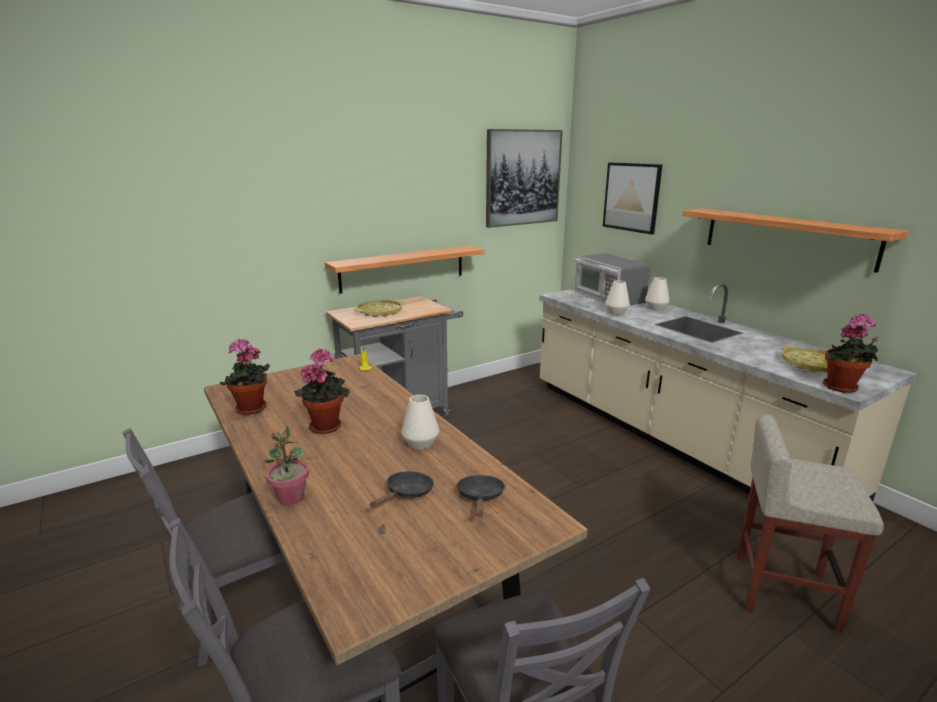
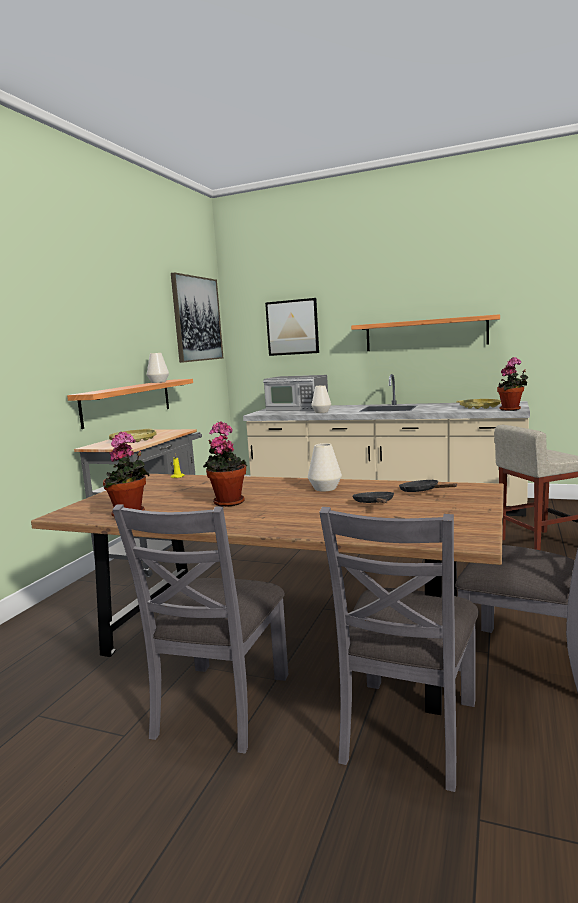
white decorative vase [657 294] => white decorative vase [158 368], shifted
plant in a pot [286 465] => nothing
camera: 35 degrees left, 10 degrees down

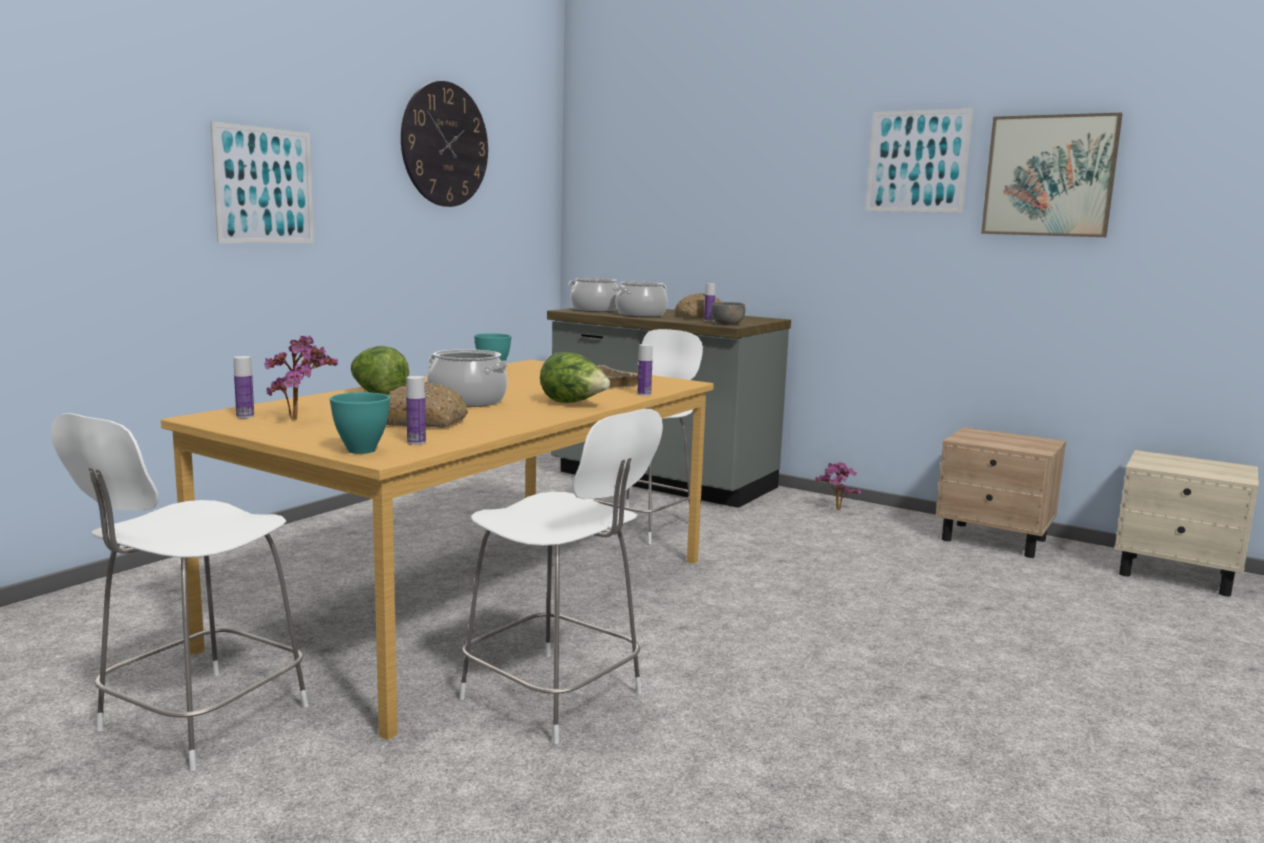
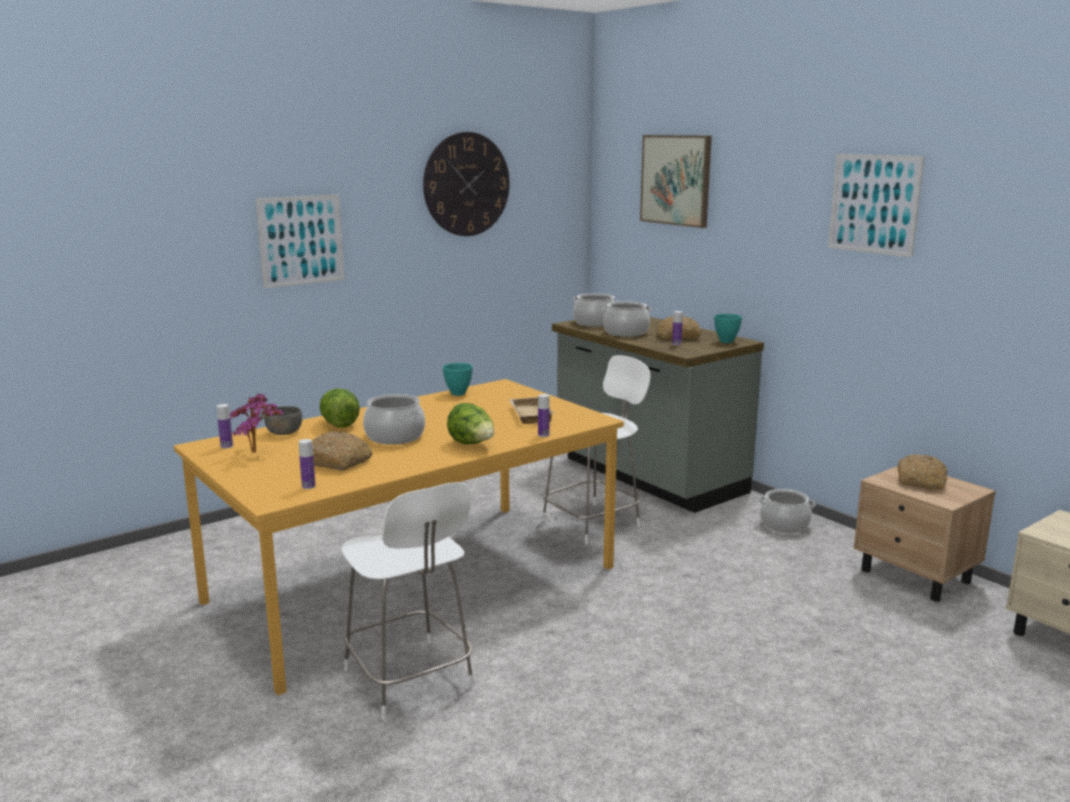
picture [1052 175] => picture [676 181], shifted
grey bowl [728 313] => grey bowl [283 420], shifted
blue-green bowl [360 423] => blue-green bowl [728 328], shifted
white chair [179 592] => nothing
plant in a pot [838 486] => stockpot [787 511]
nothing => baked bread [922 472]
camera: 20 degrees right, 5 degrees up

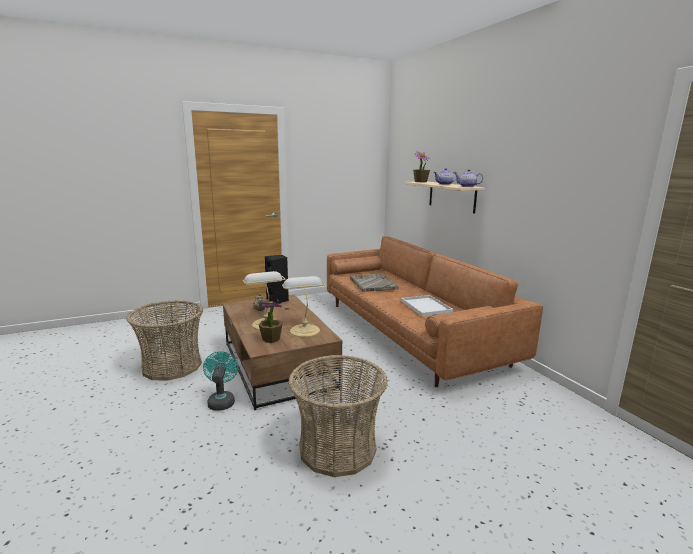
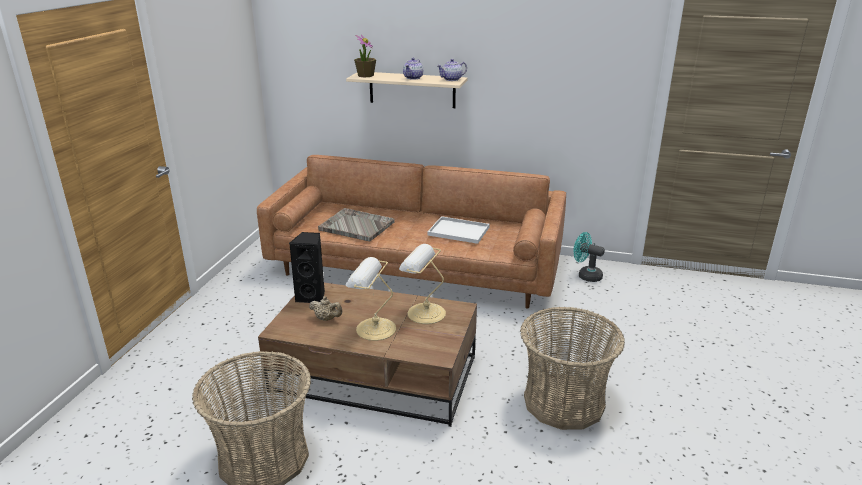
plant in a pot [271 322] => nothing
blue-green fan [220 381] => blue-green fan [589 257], shifted
camera: 50 degrees left, 10 degrees up

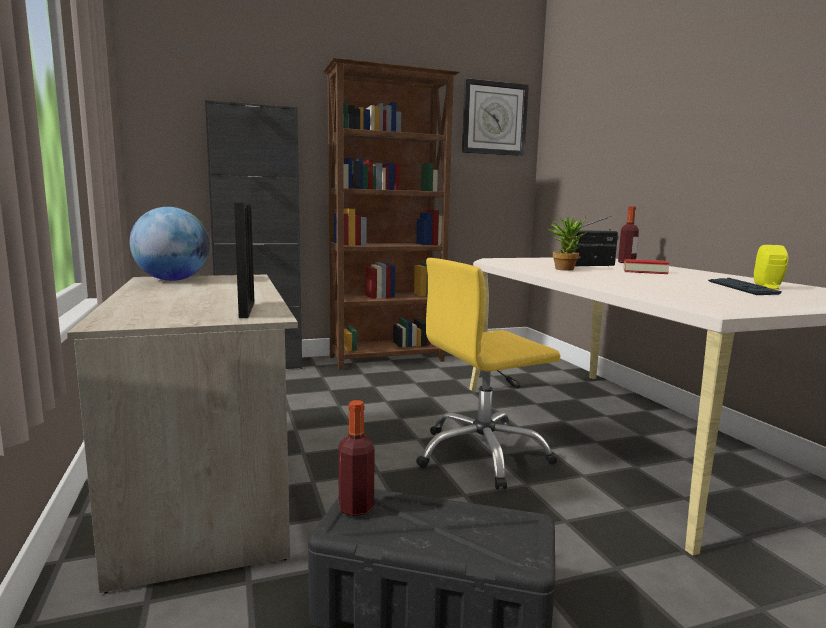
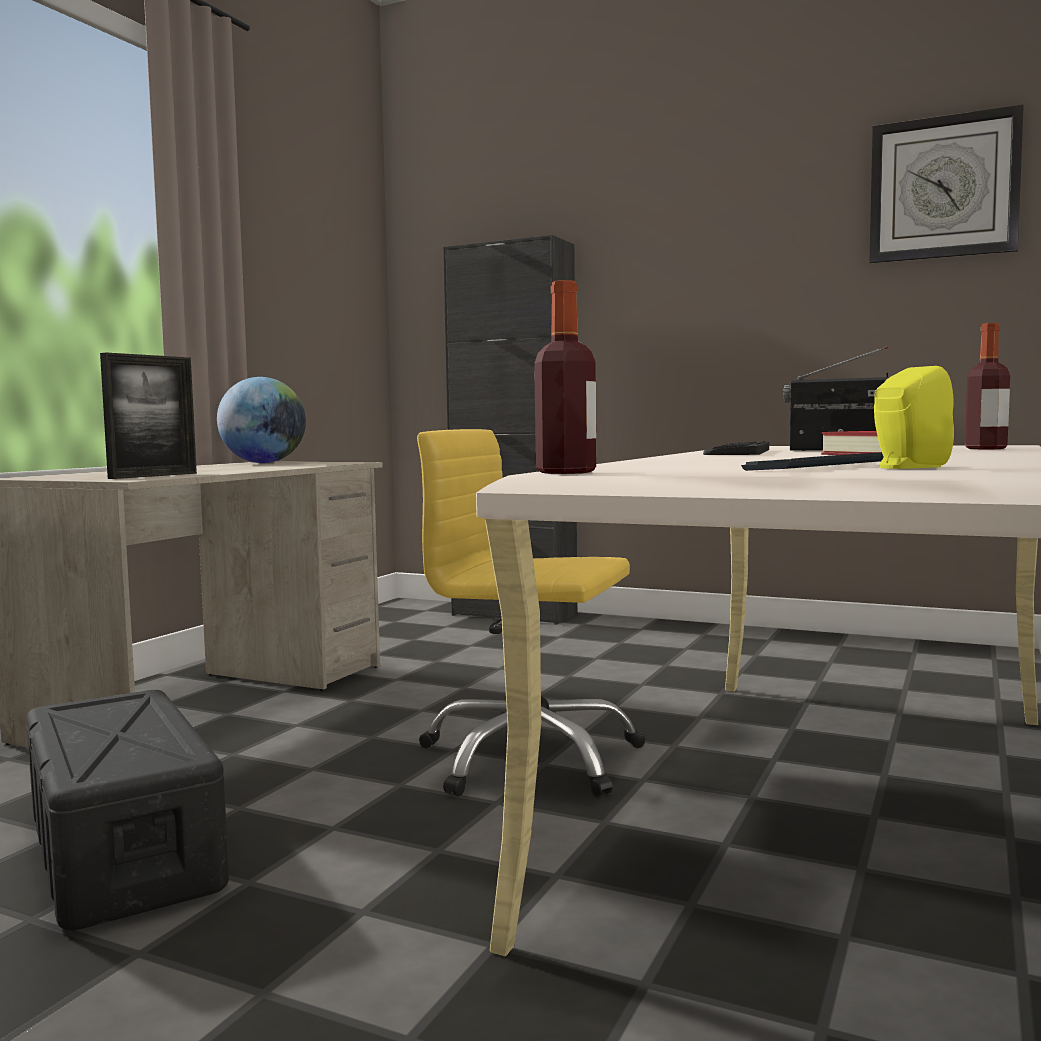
brownish bookcase [391 214] => nothing
plant in a pot [567 243] => computer keyboard [736 448]
beverage bottle [356 458] => beverage bottle [565 377], shifted
camera: 45 degrees right, 5 degrees down

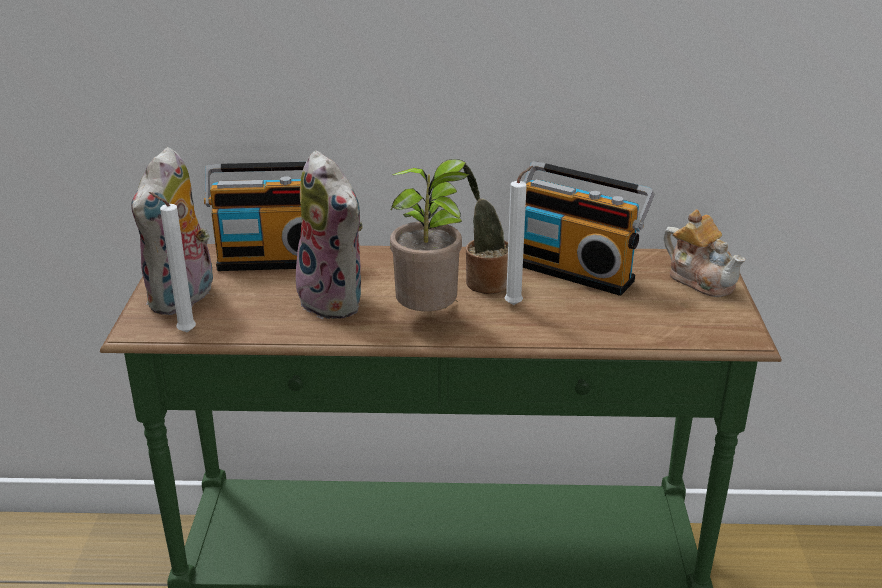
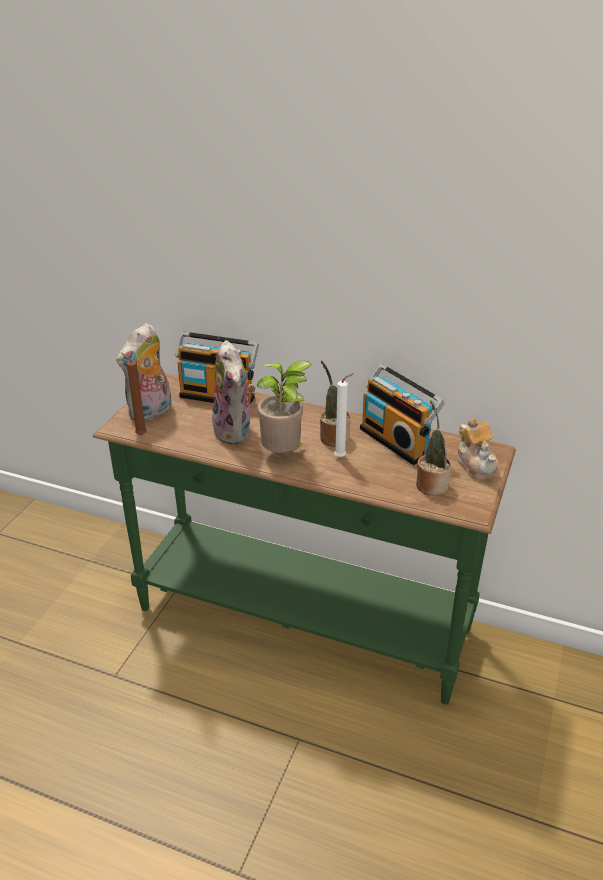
white candle [172 262] => brownish candle [134 394]
nothing => plant in a pot [433 448]
camera: 20 degrees right, 5 degrees up

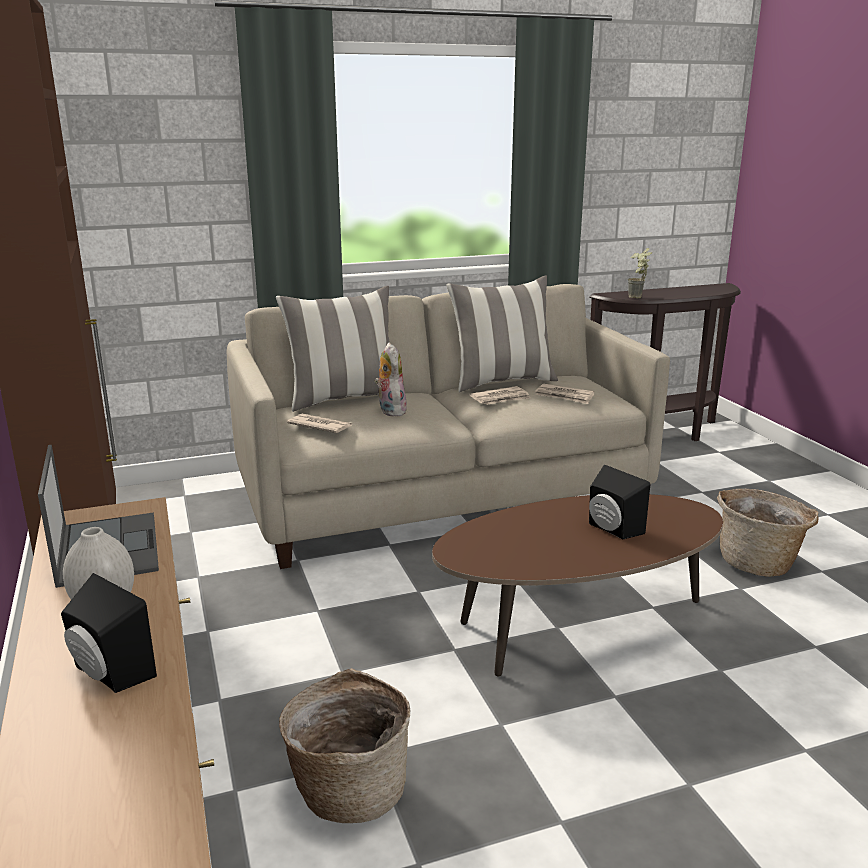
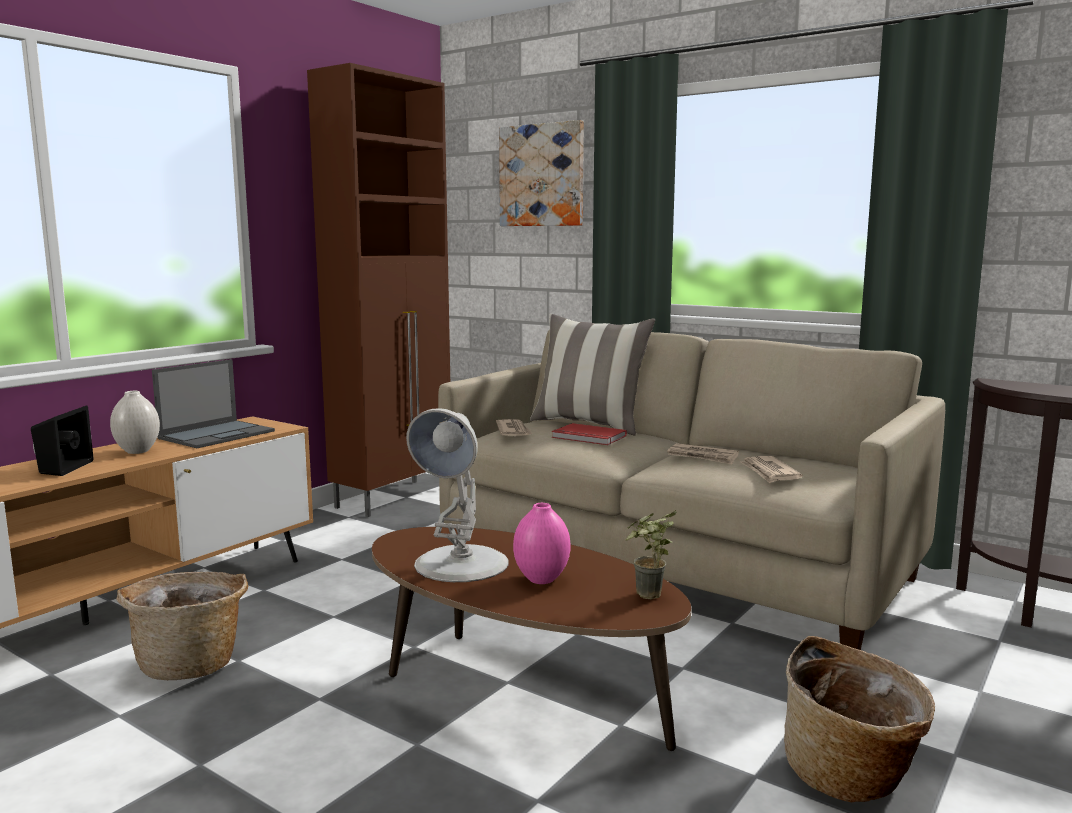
plant in a pot [640 273] => plant in a pot [651 555], shifted
cushion [502 334] => nothing
cuddly toy [390 379] => reddish book [589 434]
black speaker [619 502] => pink-coloured decorative vase [541 543]
nothing => picture [541 173]
nothing => white lamp for a table [457 495]
camera: 55 degrees right, 10 degrees down

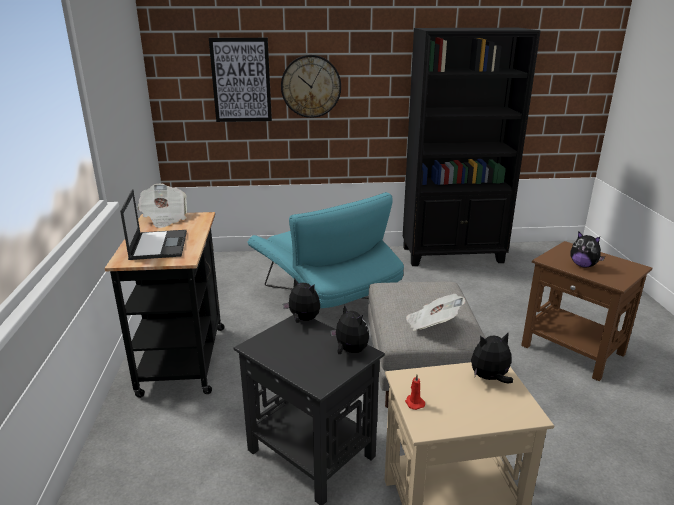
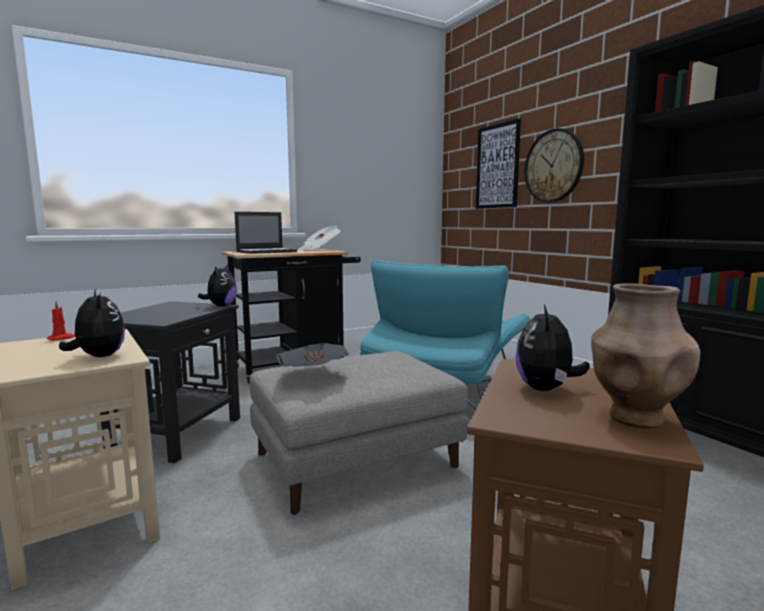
cuddly toy [349 329] => nothing
nothing => brownish decorative vase [645 356]
camera: 65 degrees right, 15 degrees down

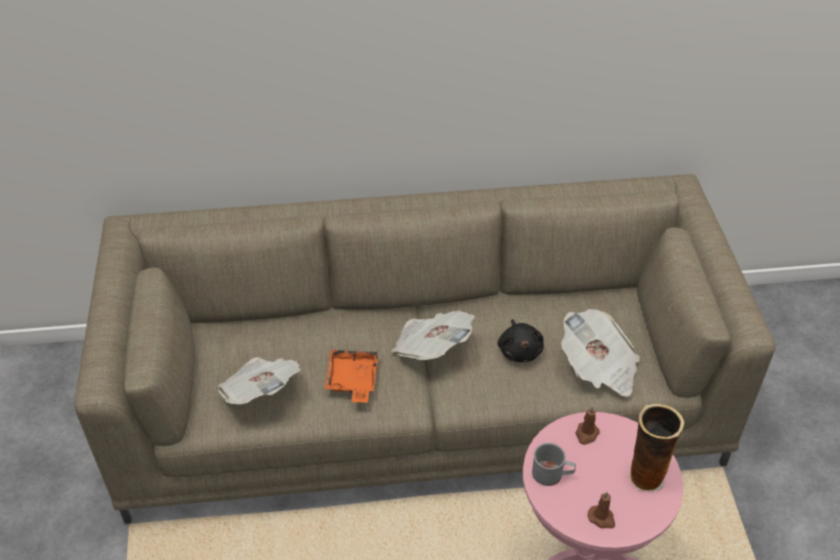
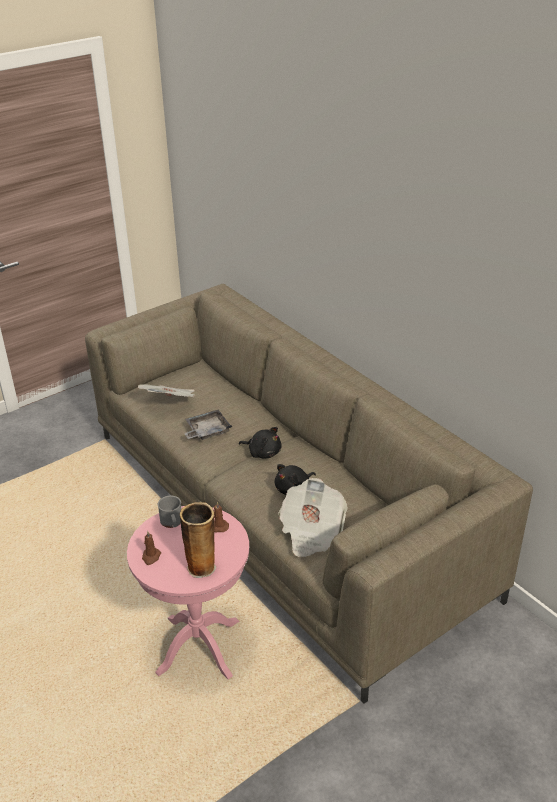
printed paper [433 335] => black cuddly toy [260 443]
orange carrying tray [351 376] => grey carrying tray [208 425]
camera: 60 degrees right, 10 degrees down

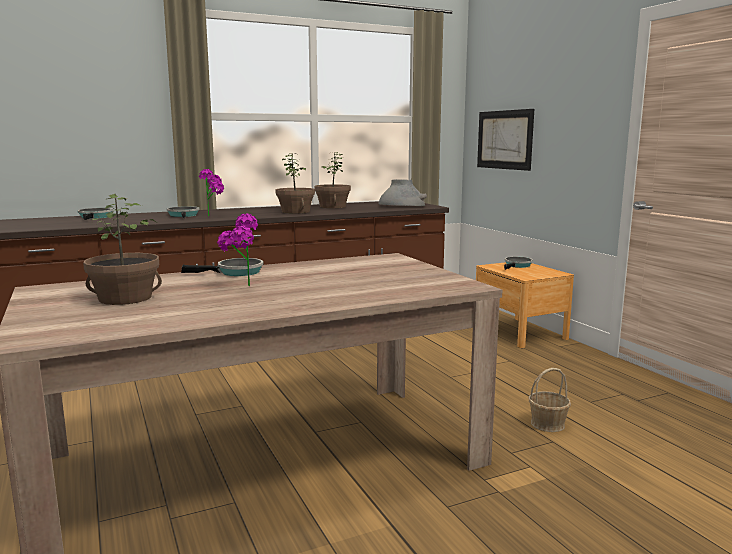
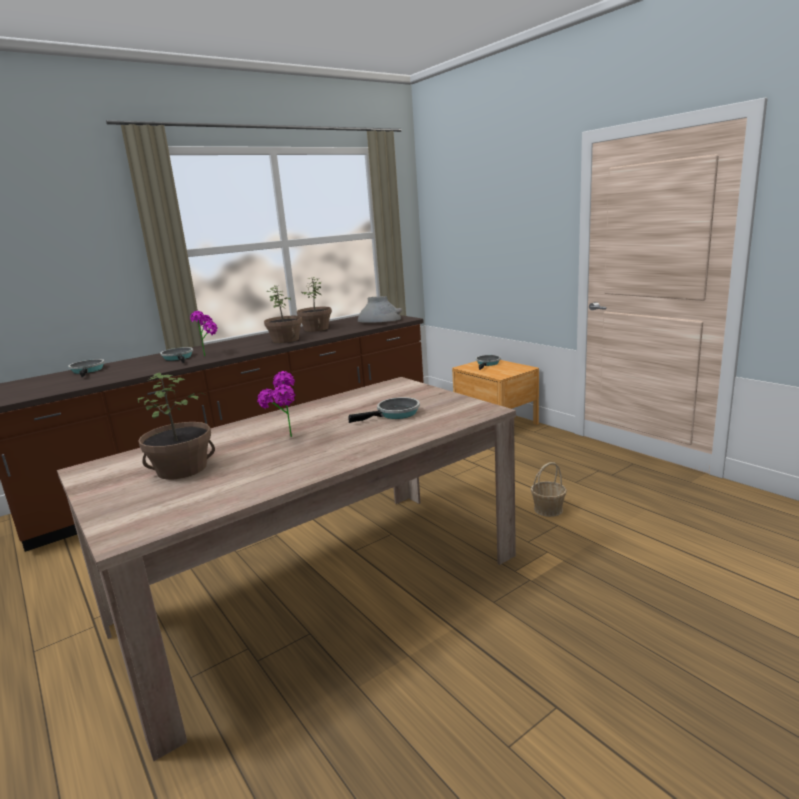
picture [505 140] => nothing
frying pan [222 267] => frying pan [384 410], shifted
camera: 10 degrees left, 5 degrees up

